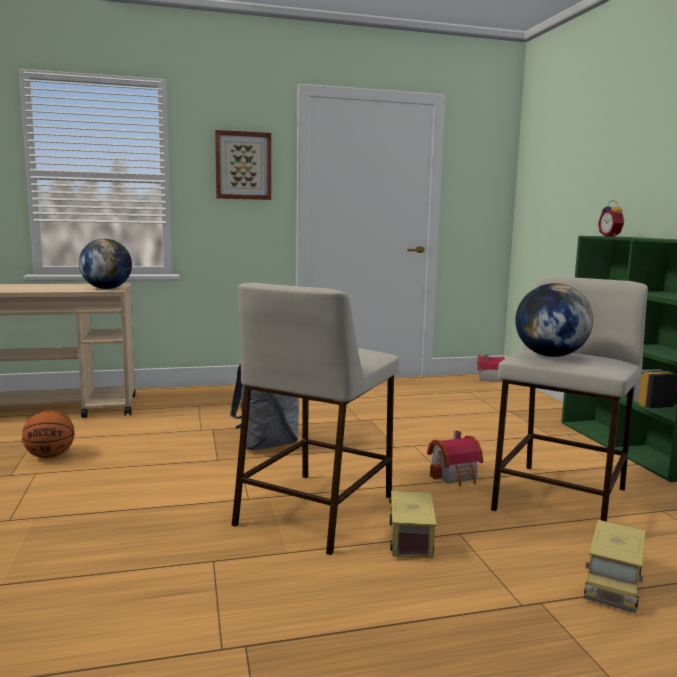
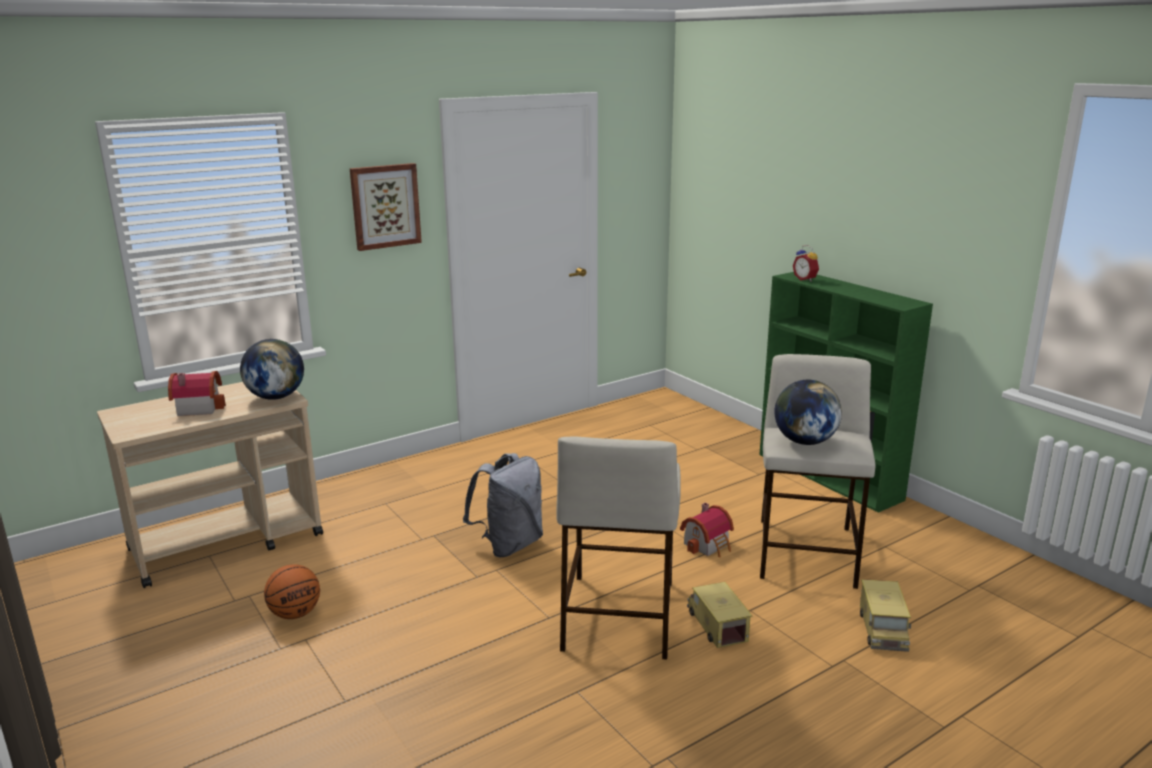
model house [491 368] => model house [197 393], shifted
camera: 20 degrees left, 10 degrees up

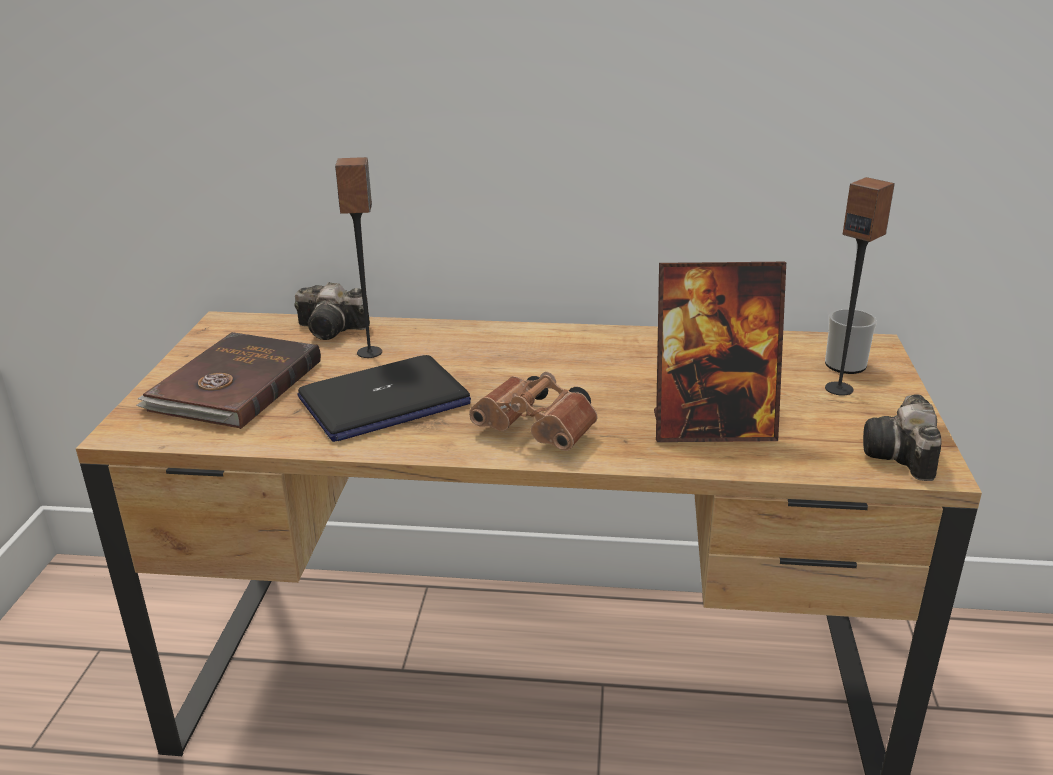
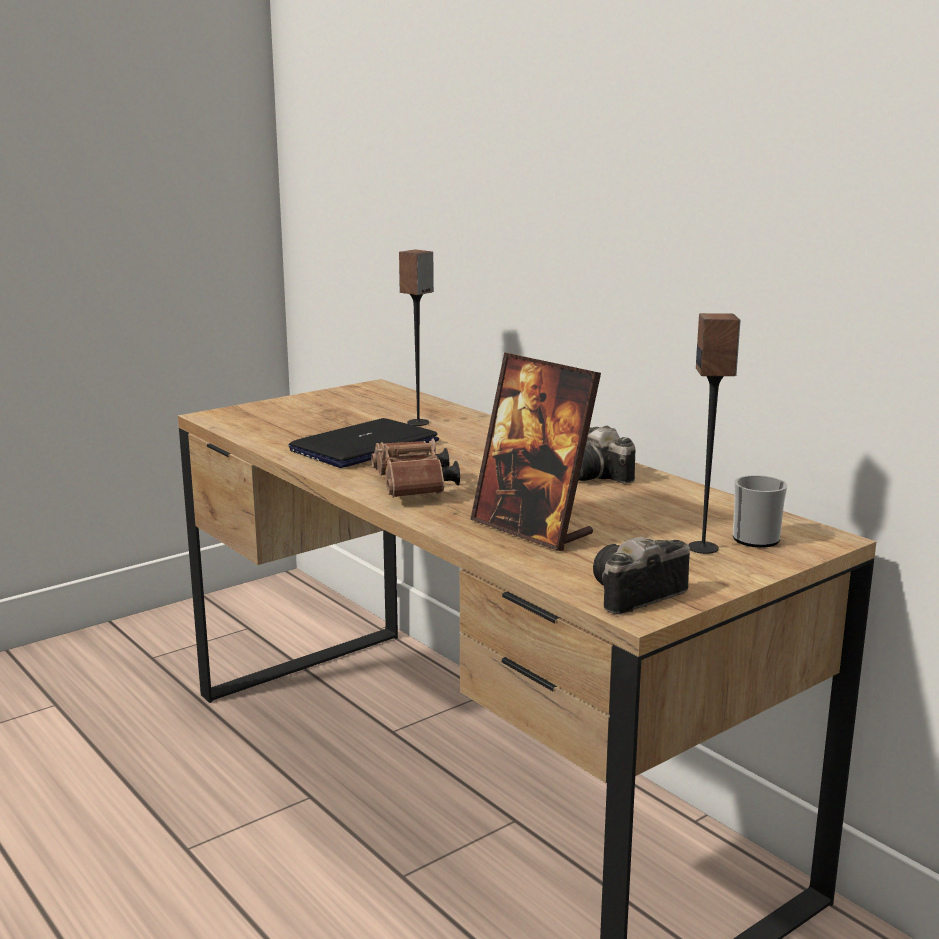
still camera [332 311] => still camera [606 455], shifted
brownish book [228 380] => nothing
laptop [384 398] => laptop [364 443], 120 degrees clockwise
camera: 45 degrees right, 10 degrees down

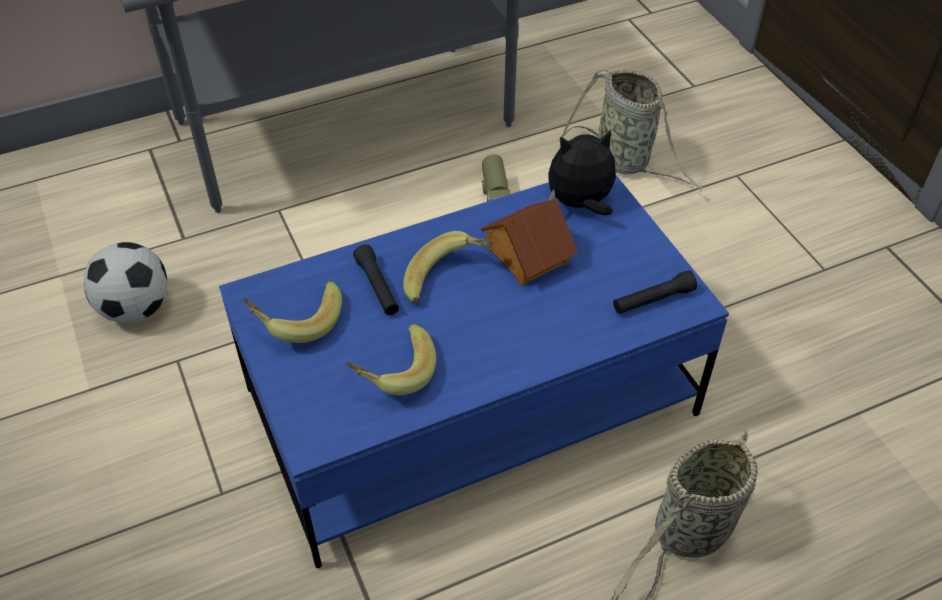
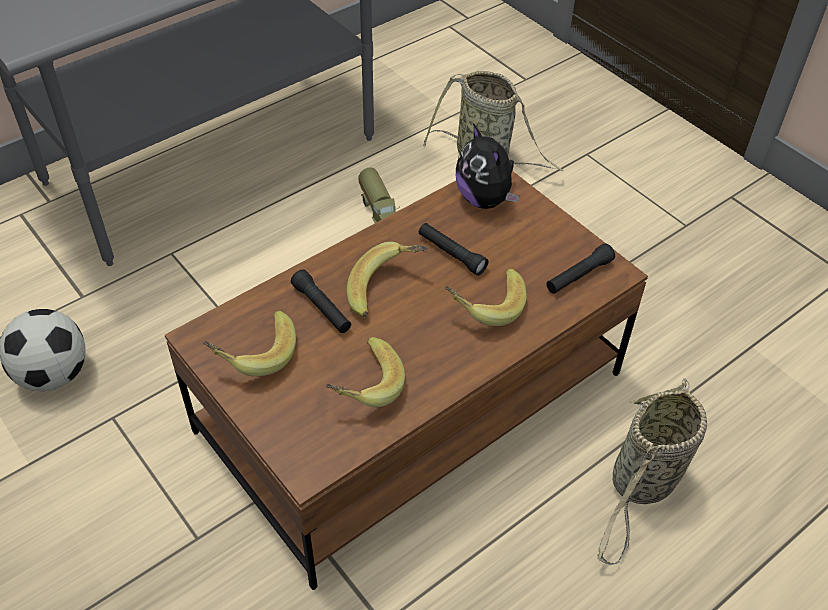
cuddly toy [582 172] => cuddly toy [487 166], 90 degrees counterclockwise
bluish coffee table [474 371] => brownish coffee table [406 380]
model house [529 242] => black torch [453 249]
nothing => banana [486 297]
camera: 15 degrees left, 0 degrees up

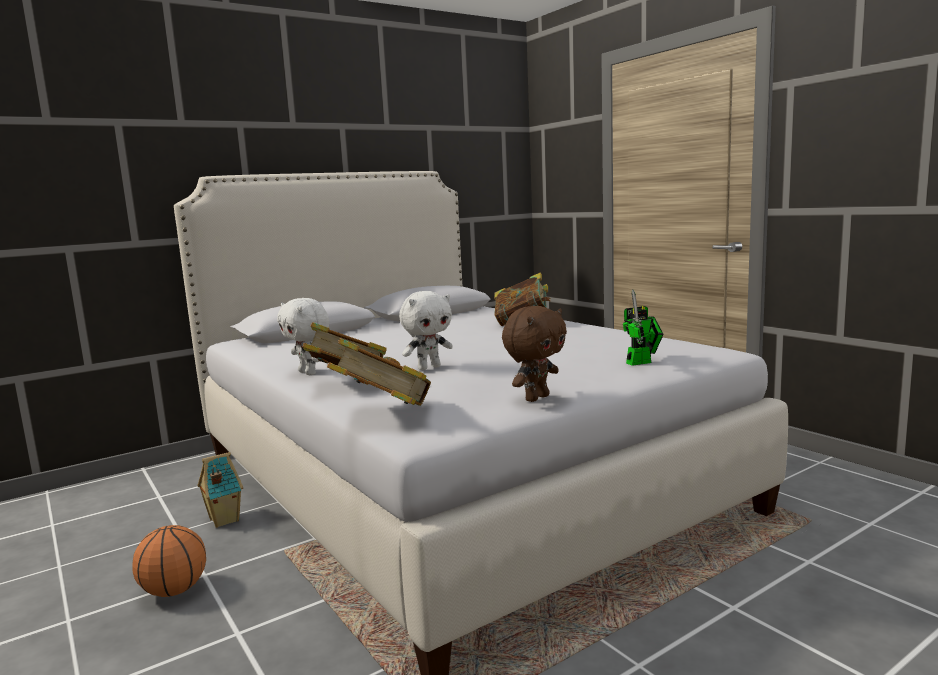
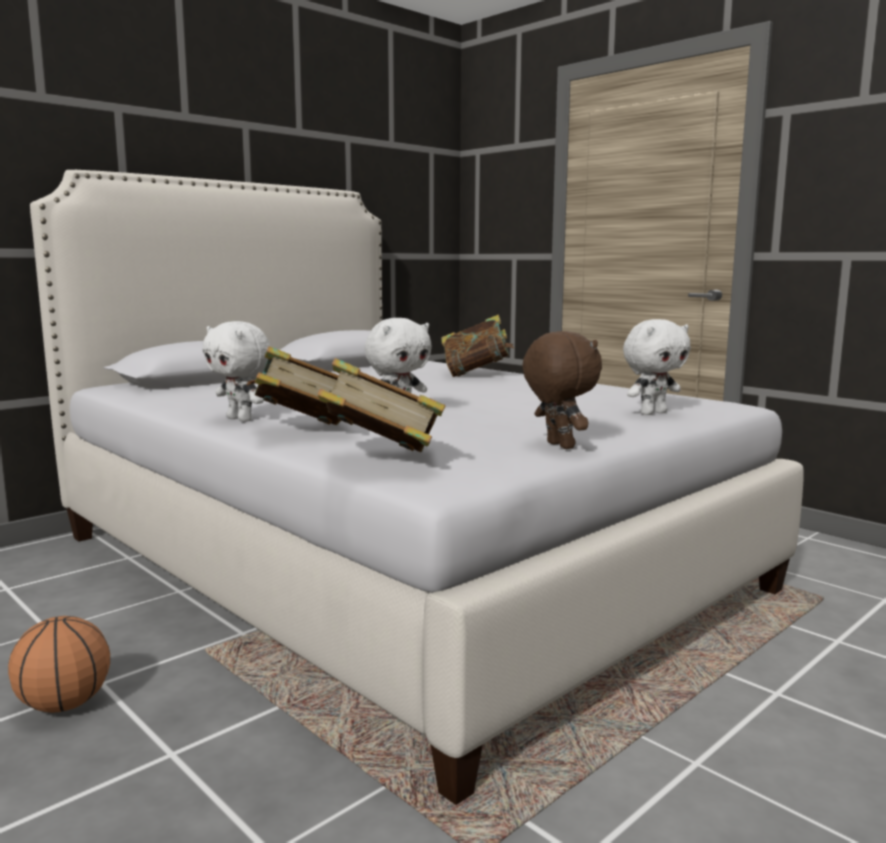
model robot [643 328] => white cuddly toy [657 367]
brownish cuddly toy [534 354] => brownish cuddly toy [562 390], 60 degrees counterclockwise
model house [220 490] => nothing
camera: 10 degrees left, 0 degrees up

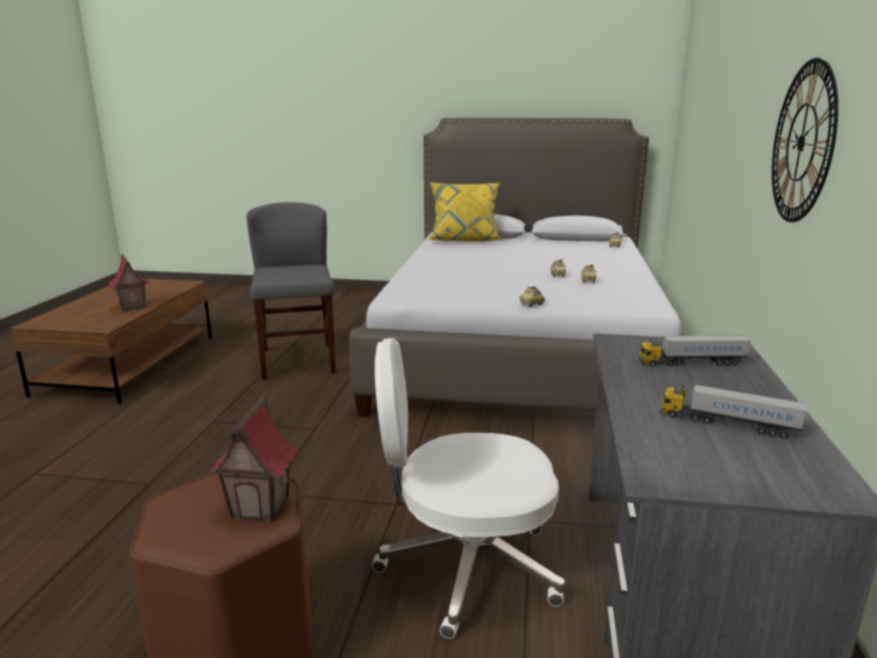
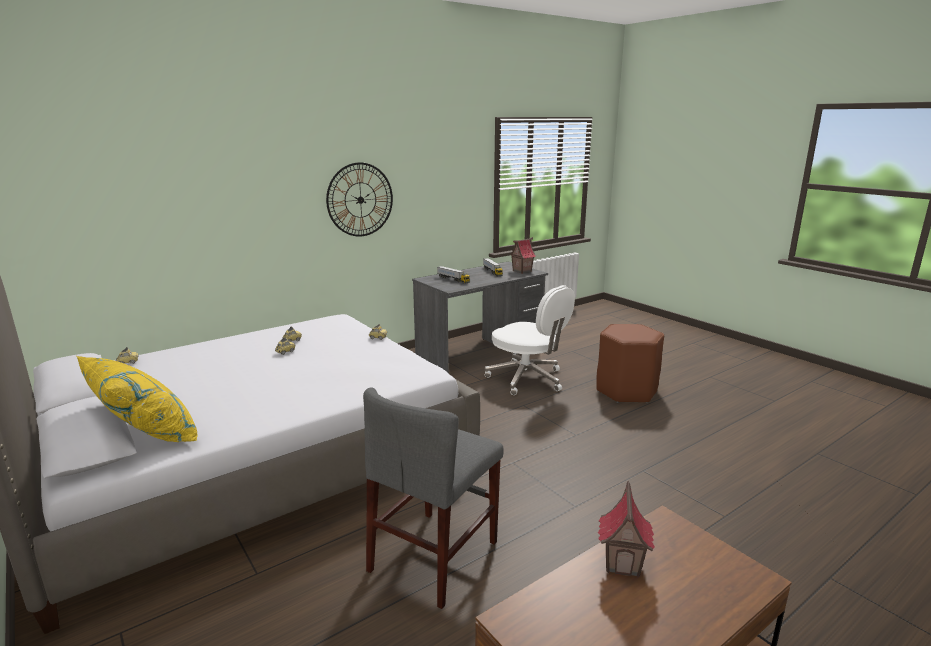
model house [253 456] => model house [523 255], shifted
camera: 135 degrees left, 0 degrees up

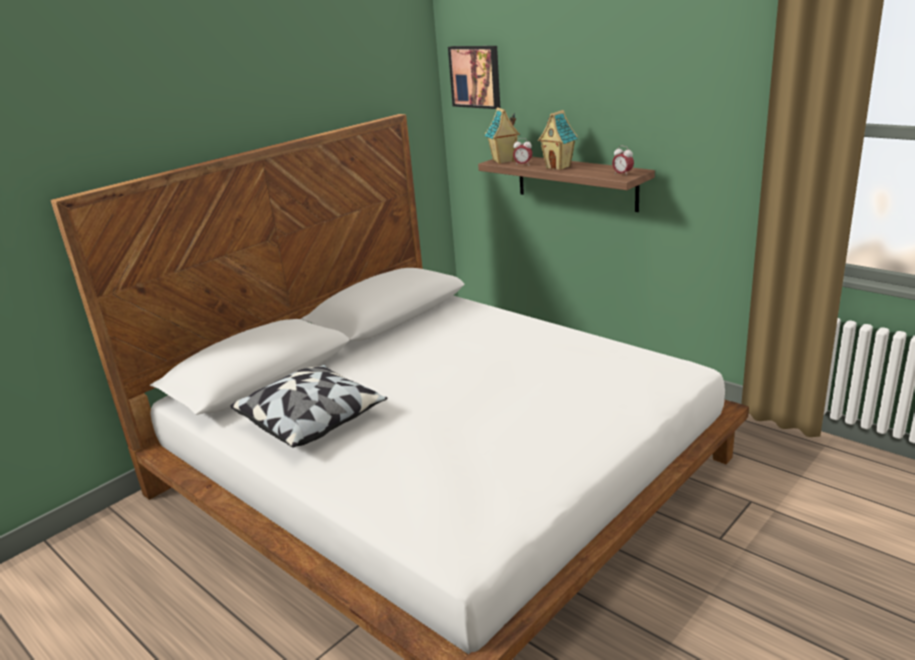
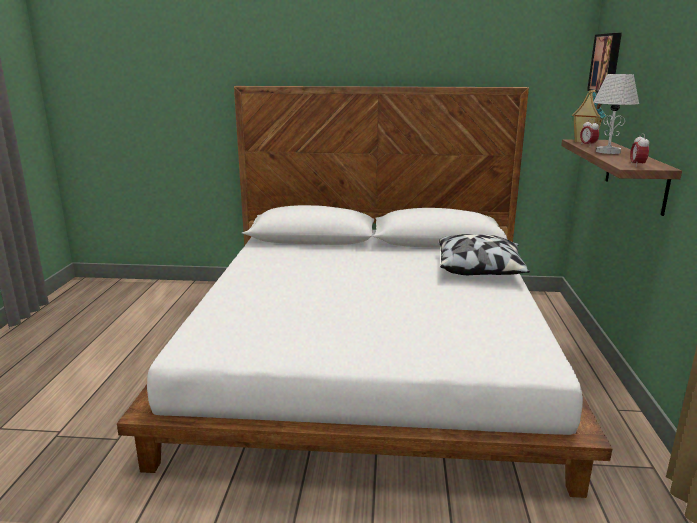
model house [558 140] => white lamp for a table [616 114]
cushion [309 406] => cushion [484 254], shifted
camera: 50 degrees right, 5 degrees down

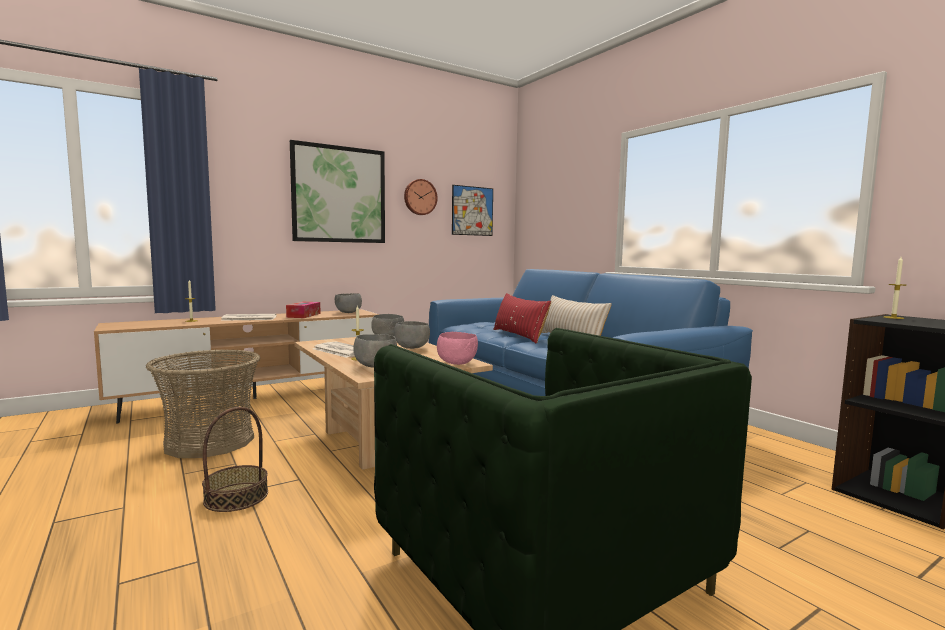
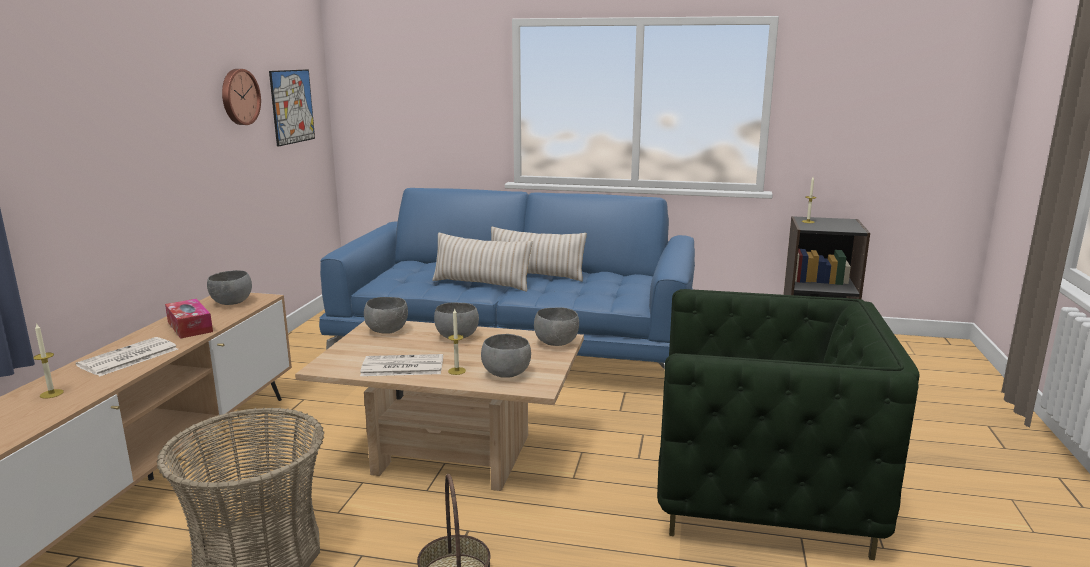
picture [337 191] => nothing
reddish cushion [522 318] => beige-coloured cushion [482 262]
pink-coloured bowl [457 348] => grey bowl [556 326]
camera: 45 degrees left, 10 degrees up

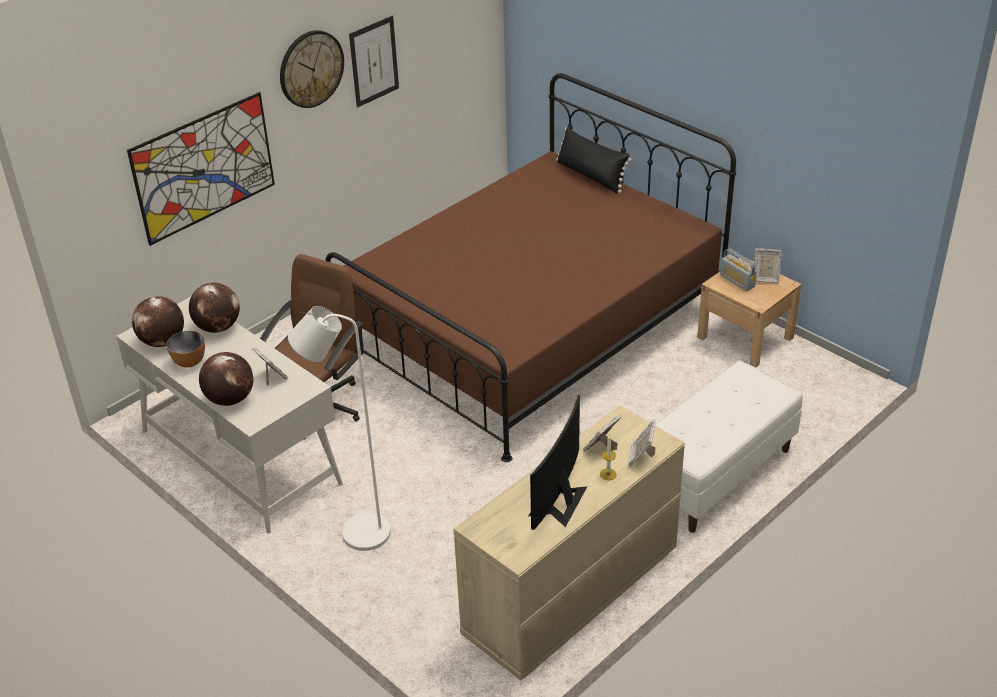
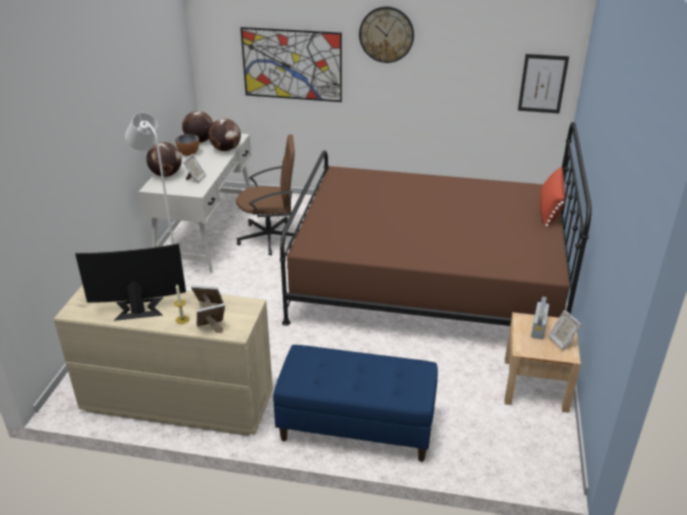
picture [374 62] => picture [543 83], shifted
black cushion [594 159] => reddish cushion [552 196]
white long seat [729 446] => bluish long seat [355 403]
camera: 55 degrees right, 5 degrees down

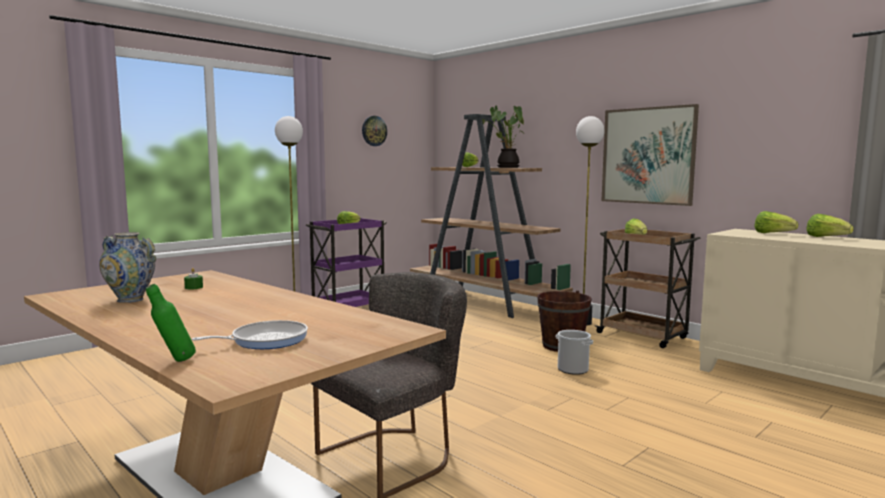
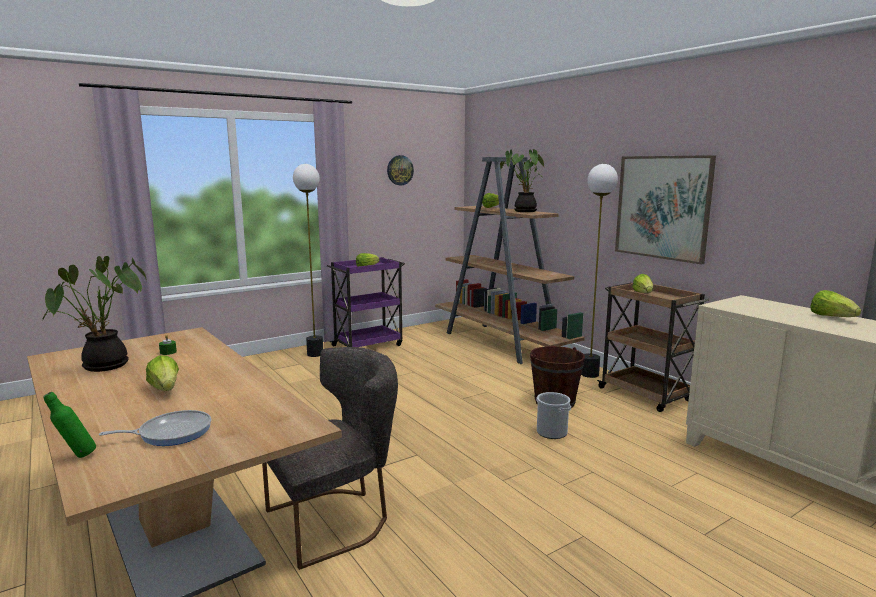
lettuce [776 222] => lettuce [162 373], shifted
decorative vase [127 267] => plant in a pot [94 314]
camera: 10 degrees right, 5 degrees up

